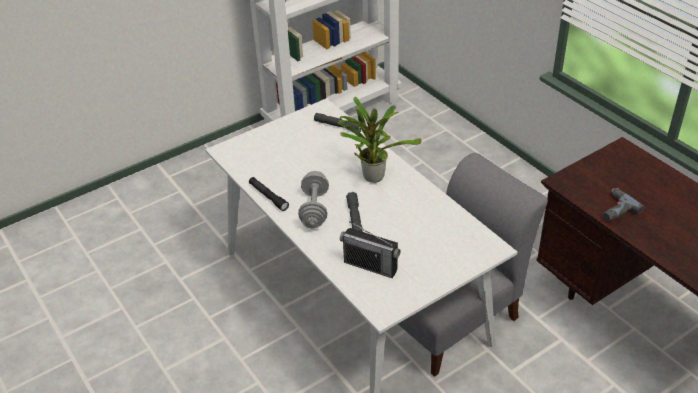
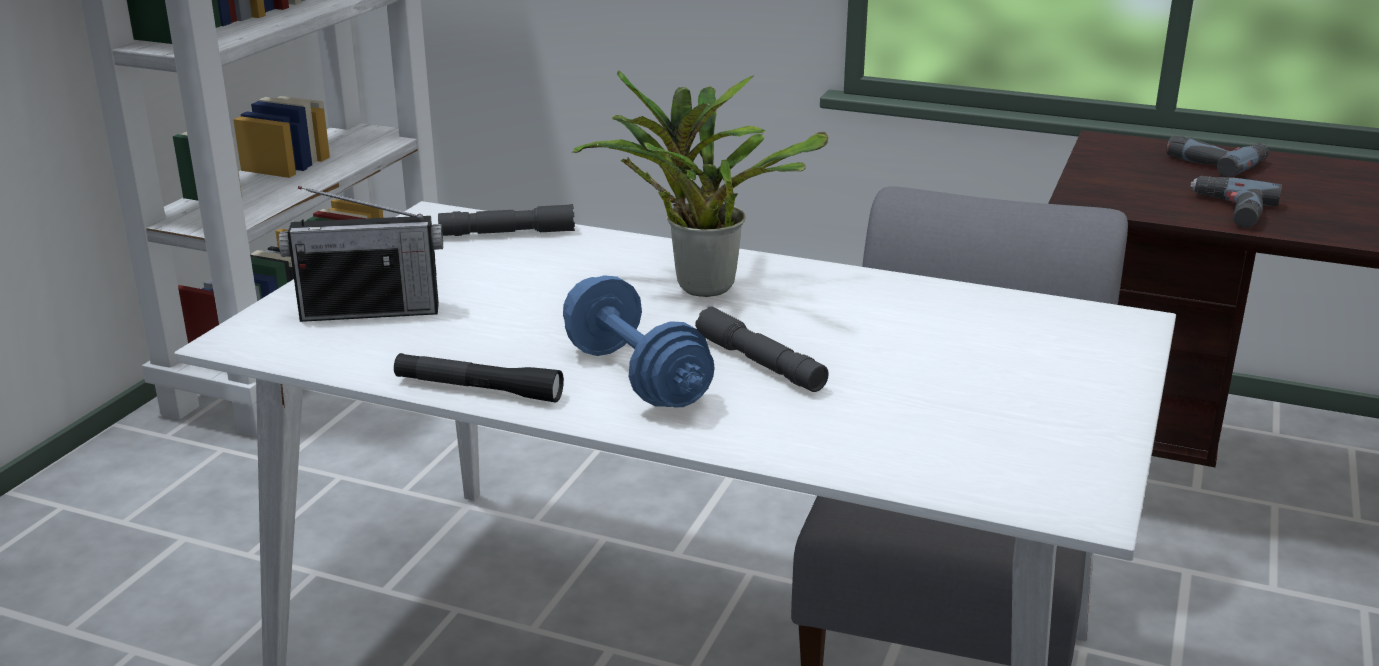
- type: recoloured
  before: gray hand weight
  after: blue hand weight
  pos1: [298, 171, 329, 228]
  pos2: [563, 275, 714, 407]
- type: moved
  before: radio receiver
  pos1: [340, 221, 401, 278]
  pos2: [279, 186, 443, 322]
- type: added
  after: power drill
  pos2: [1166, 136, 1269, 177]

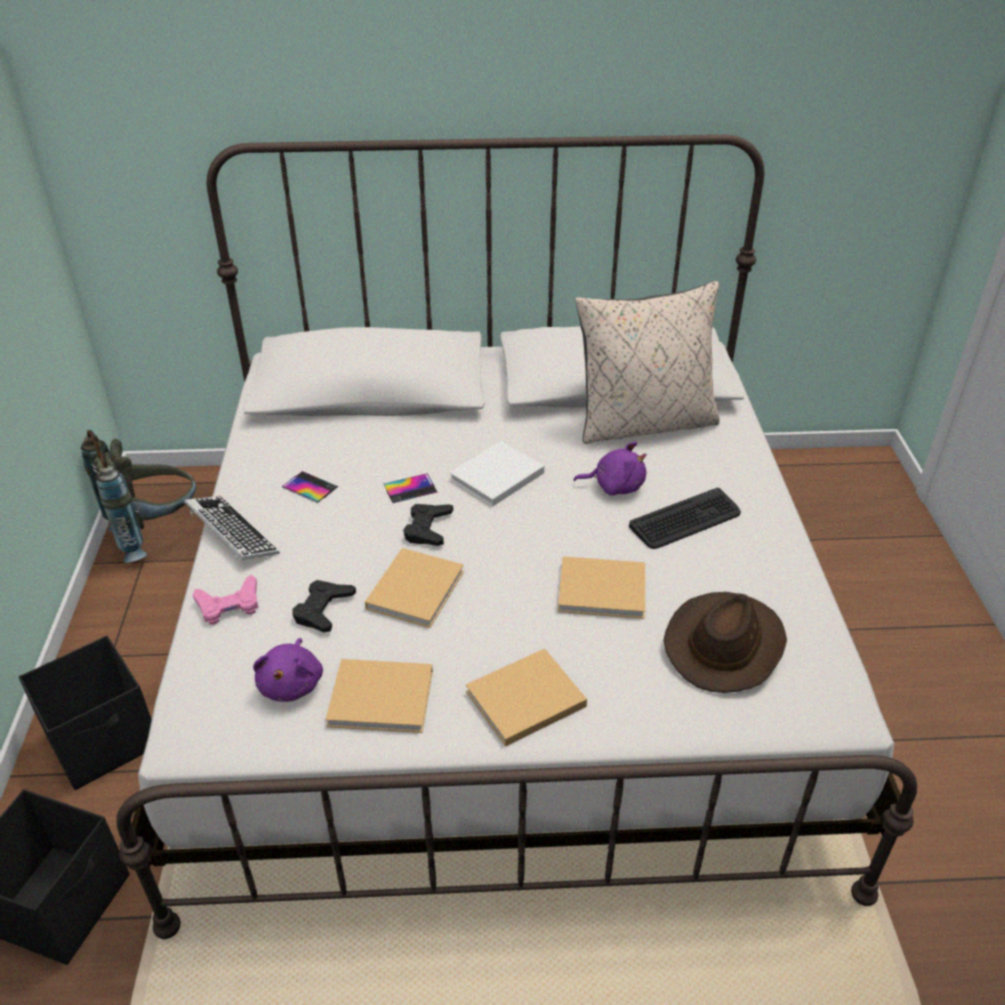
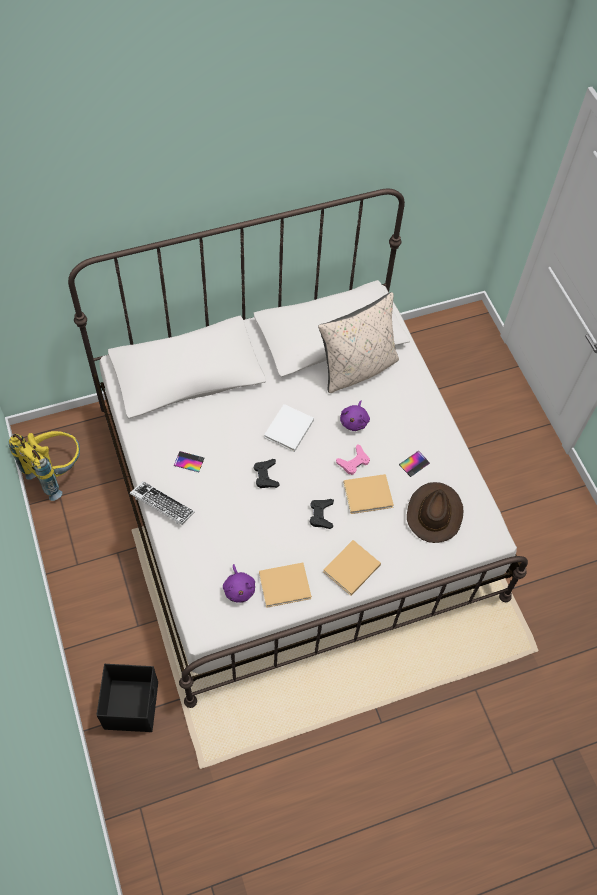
- type: recoloured
  before: gray knapsack
  after: yellow-coloured knapsack
  pos1: [81, 430, 196, 563]
  pos2: [9, 431, 80, 501]
- type: turned
  before: purple-coloured plush toy
  pos1: [573, 442, 647, 496]
  pos2: [340, 401, 370, 431]
  turn: 120
- type: moved
  before: phone
  pos1: [384, 473, 437, 503]
  pos2: [399, 451, 430, 477]
- type: removed
  before: keyboard
  pos1: [629, 488, 741, 549]
- type: removed
  before: sand-coloured volume
  pos1: [365, 548, 464, 628]
- type: moved
  before: pinkish joypad
  pos1: [193, 574, 259, 625]
  pos2: [336, 444, 370, 475]
- type: moved
  before: black joypad
  pos1: [292, 580, 356, 632]
  pos2: [310, 499, 334, 529]
- type: removed
  before: black storage box
  pos1: [19, 635, 152, 790]

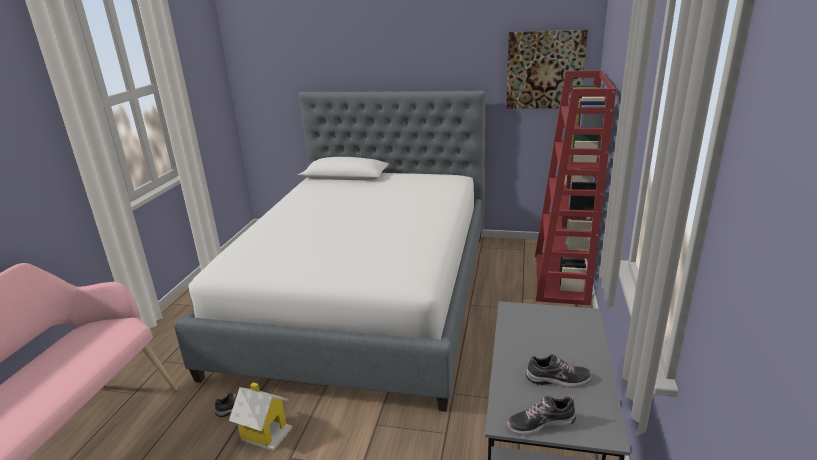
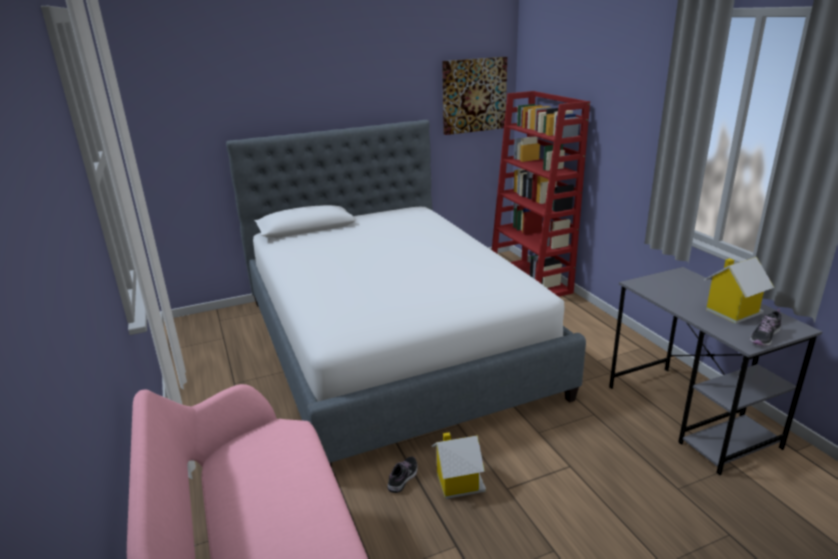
- type: replaced
  before: item of footwear
  after: model house
  pos1: [526, 354, 591, 388]
  pos2: [703, 257, 774, 324]

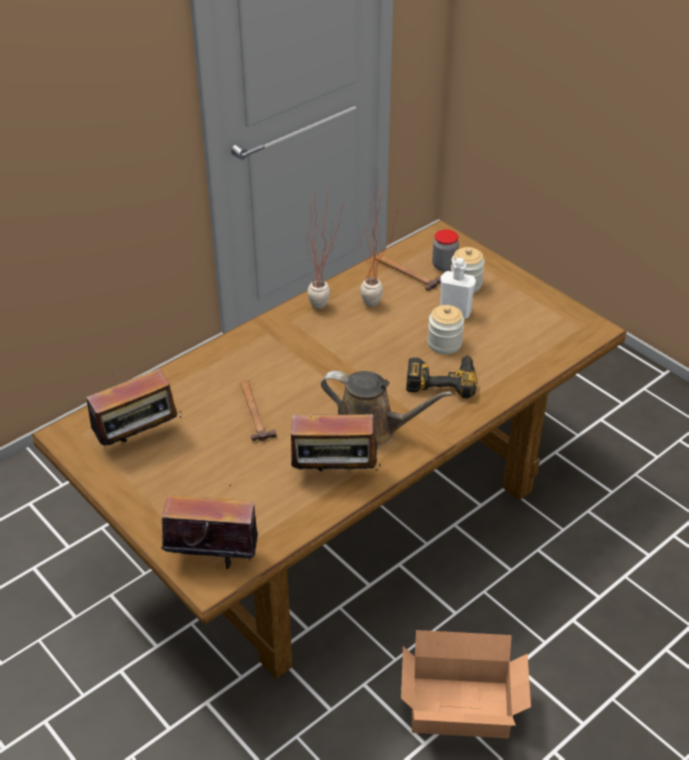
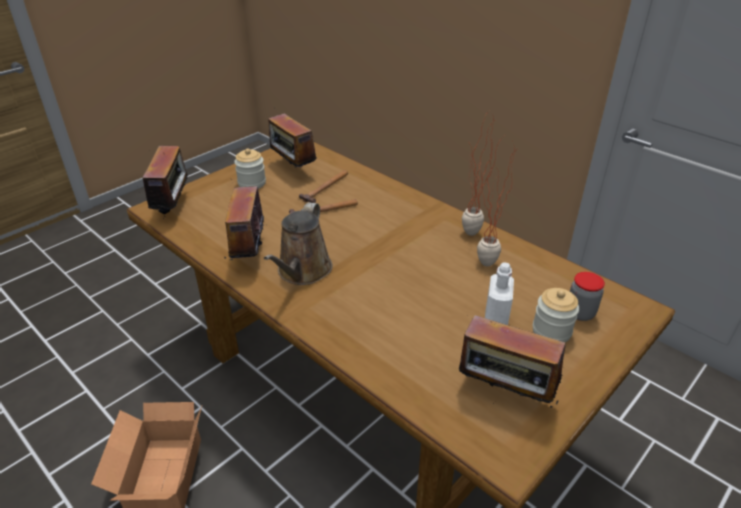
- type: moved
  before: hand hammer
  pos1: [375, 254, 441, 290]
  pos2: [299, 170, 348, 203]
- type: moved
  before: preserve jar
  pos1: [428, 305, 464, 354]
  pos2: [234, 149, 266, 189]
- type: removed
  before: power drill
  pos1: [406, 355, 477, 398]
- type: added
  after: radio receiver
  pos2: [458, 315, 566, 408]

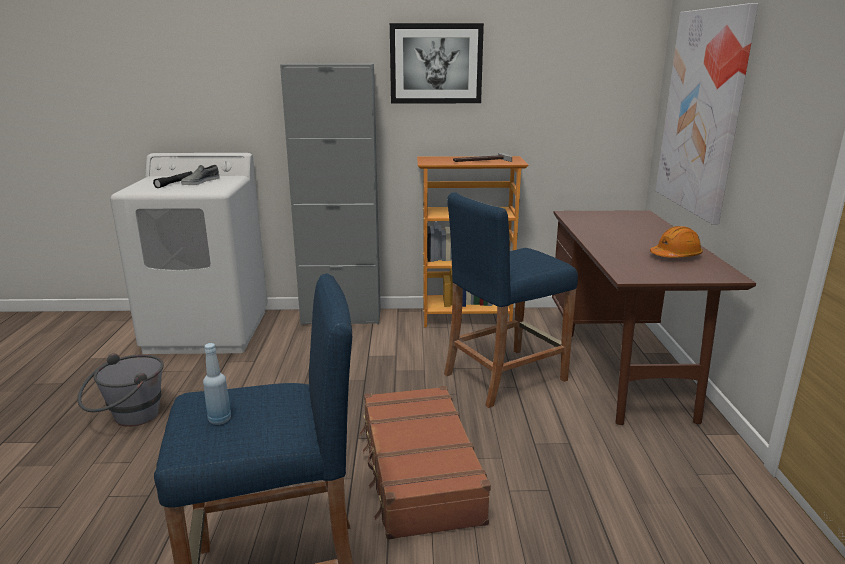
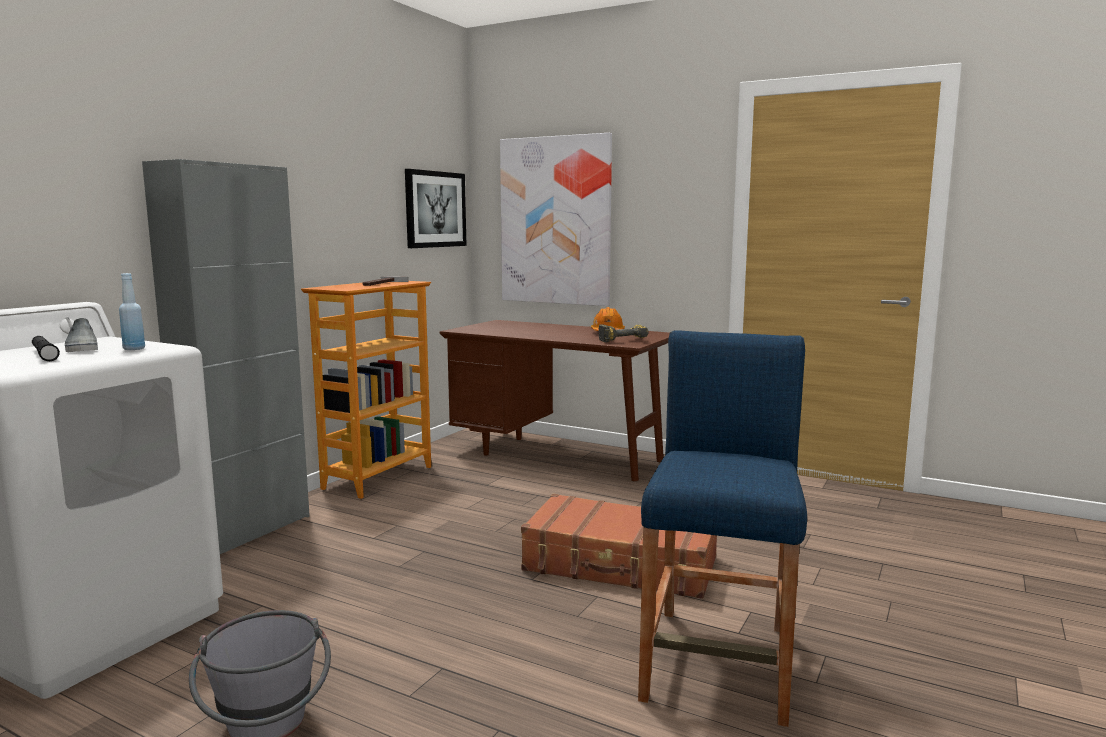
- type: moved
  before: wall art
  pos1: [390, 23, 484, 103]
  pos2: [405, 169, 466, 248]
- type: removed
  before: blue sitting stool
  pos1: [444, 192, 578, 408]
- type: moved
  before: blue beverage bottle
  pos1: [203, 343, 231, 425]
  pos2: [119, 273, 145, 350]
- type: added
  after: power drill
  pos2: [598, 324, 649, 342]

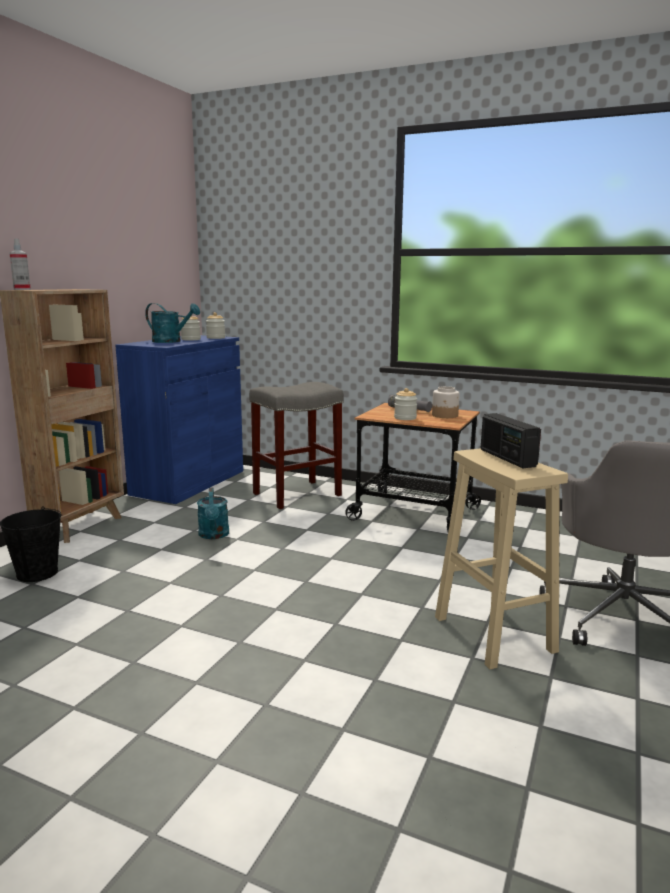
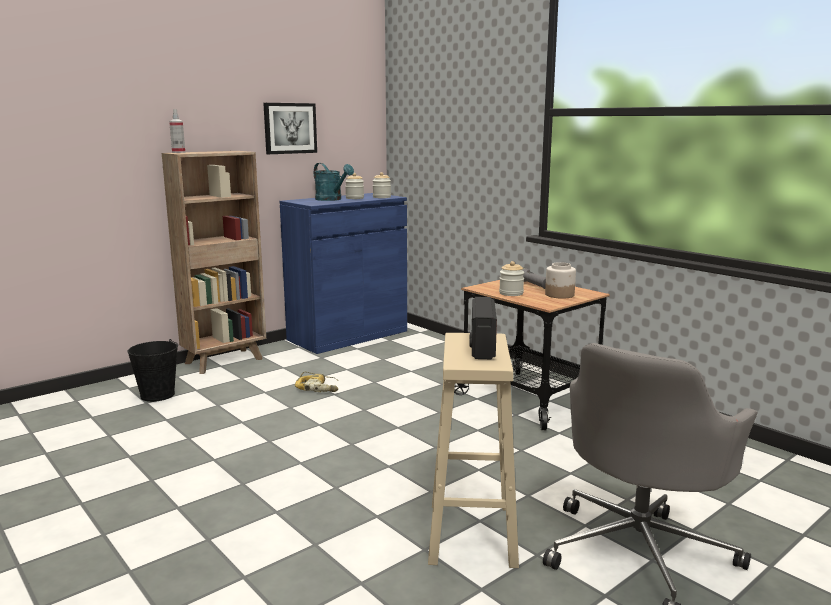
- type: removed
  before: gray sitting stool
  pos1: [249, 382, 344, 509]
- type: replaced
  before: turquoise-coloured watering can
  after: power drill
  pos1: [197, 488, 229, 539]
  pos2: [295, 372, 338, 392]
- type: added
  after: wall art
  pos2: [263, 103, 317, 154]

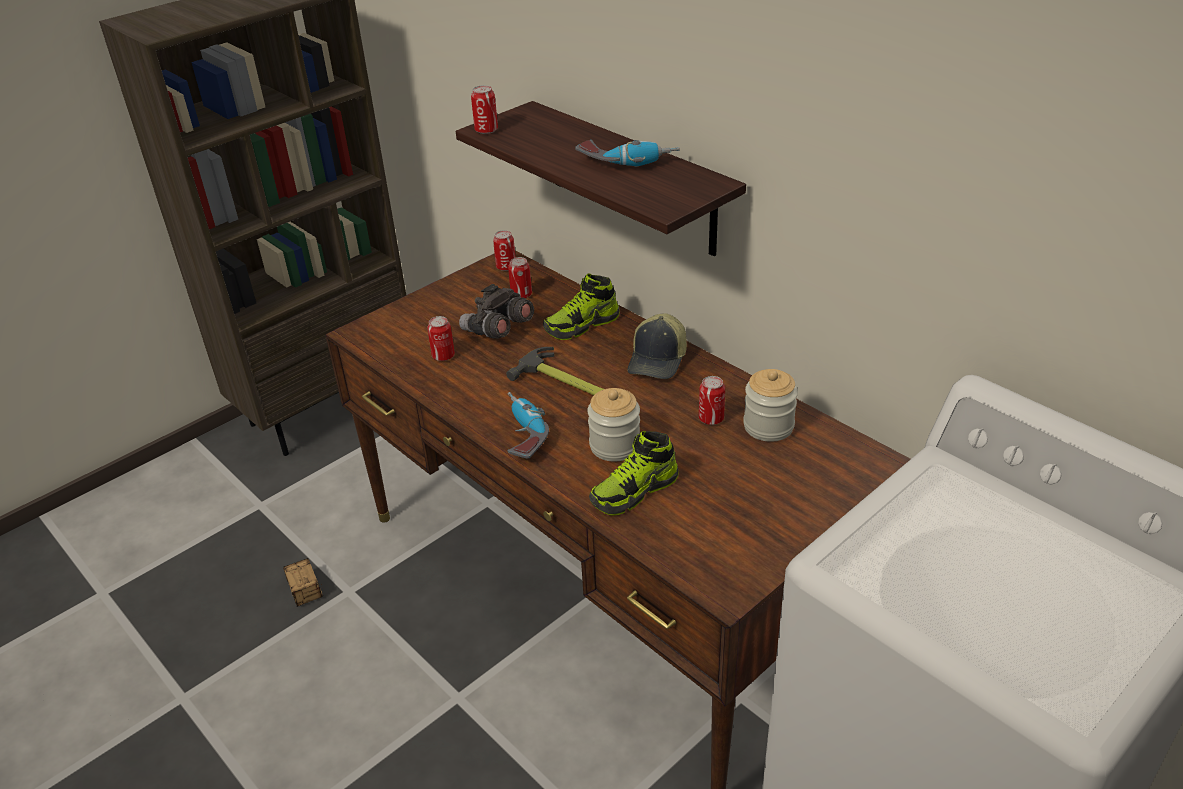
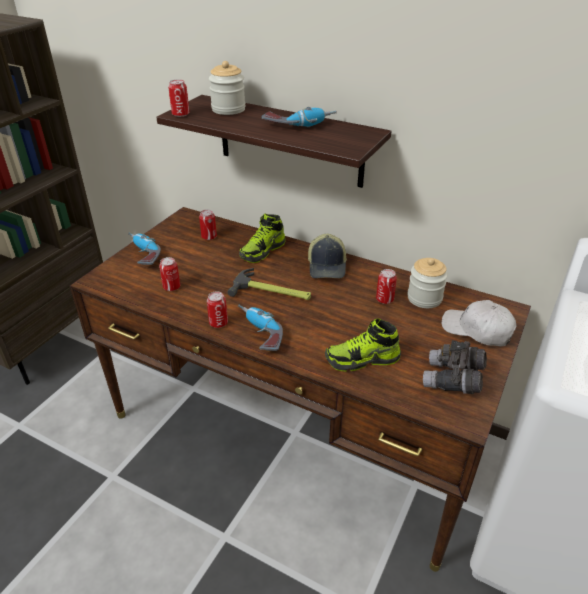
- type: moved
  before: sealed can
  pos1: [493, 230, 515, 271]
  pos2: [207, 291, 228, 328]
- type: moved
  before: gray field glasses
  pos1: [459, 284, 534, 339]
  pos2: [423, 340, 487, 394]
- type: moved
  before: preserve jar
  pos1: [587, 388, 640, 462]
  pos2: [209, 61, 246, 115]
- type: turned
  before: item of footwear
  pos1: [589, 431, 679, 516]
  pos2: [325, 318, 401, 371]
  turn: 45
- type: removed
  before: storage box
  pos1: [283, 558, 323, 607]
- type: added
  after: power drill
  pos2: [128, 233, 161, 265]
- type: added
  after: whitish cap
  pos2: [442, 300, 517, 347]

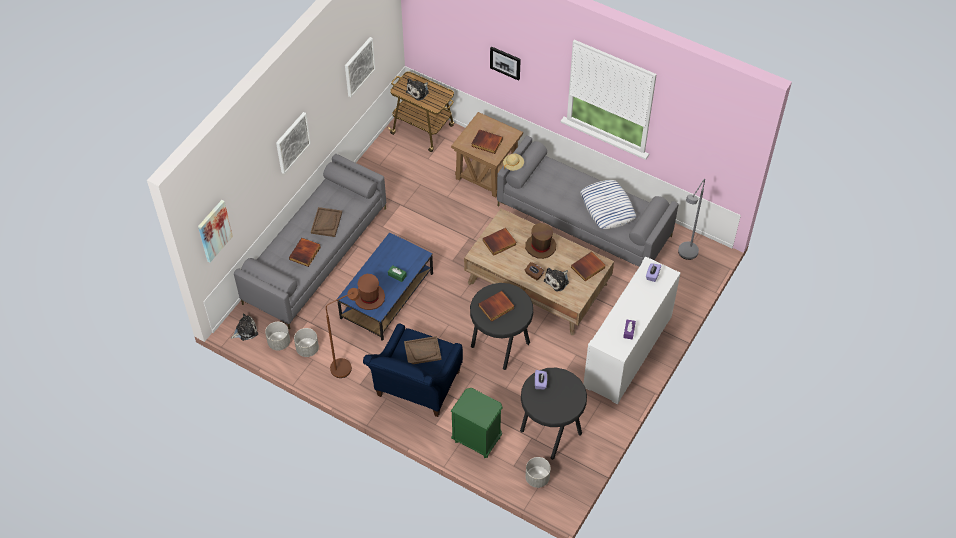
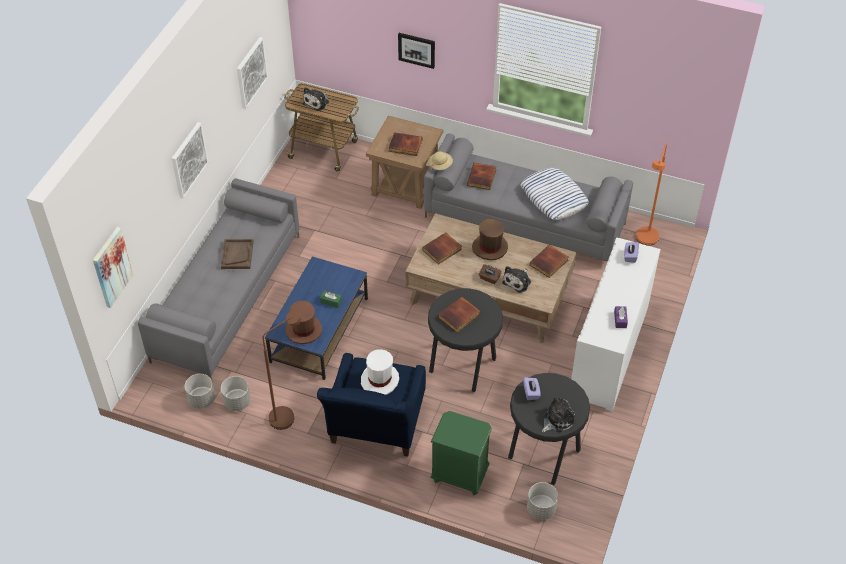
- type: recoloured
  before: gray standing lamp
  after: orange standing lamp
  pos1: [678, 179, 705, 260]
  pos2: [636, 142, 667, 245]
- type: moved
  before: volume
  pos1: [289, 238, 321, 267]
  pos2: [467, 163, 496, 190]
- type: moved
  before: plush toy
  pos1: [231, 313, 258, 341]
  pos2: [542, 396, 576, 432]
- type: replaced
  before: brownish tray
  after: whitish wearable hat
  pos1: [404, 336, 442, 364]
  pos2: [361, 349, 399, 395]

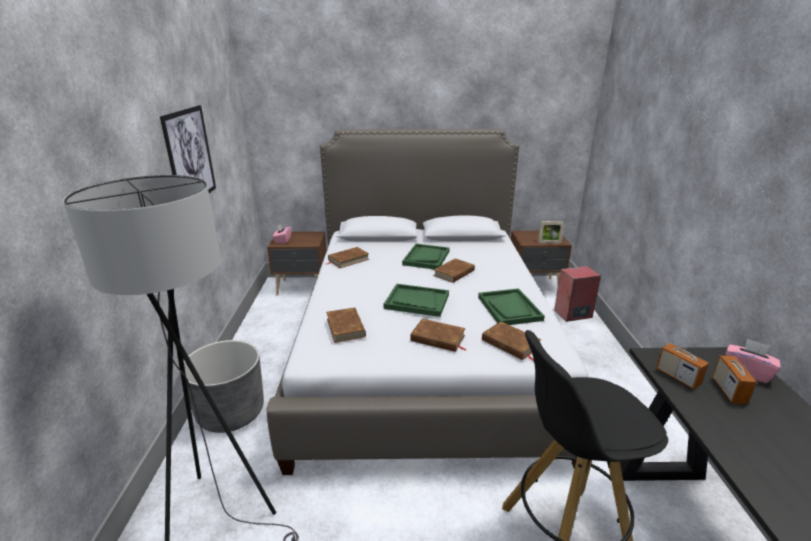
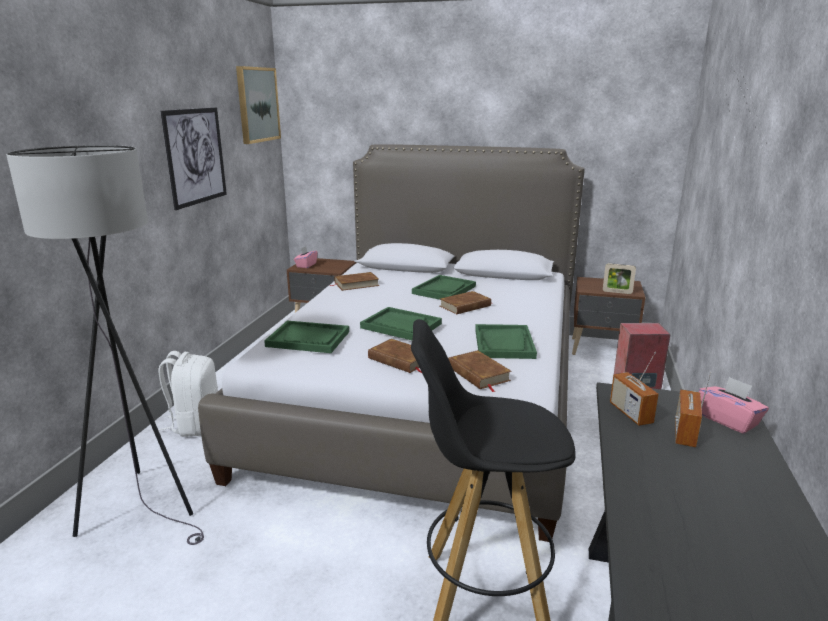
- type: replaced
  before: brownish volume
  after: green tray
  pos1: [326, 307, 366, 343]
  pos2: [264, 321, 349, 353]
- type: replaced
  before: gray planter
  after: whitish knapsack
  pos1: [180, 340, 264, 433]
  pos2: [158, 351, 218, 437]
- type: added
  after: wall art
  pos2: [236, 66, 281, 144]

